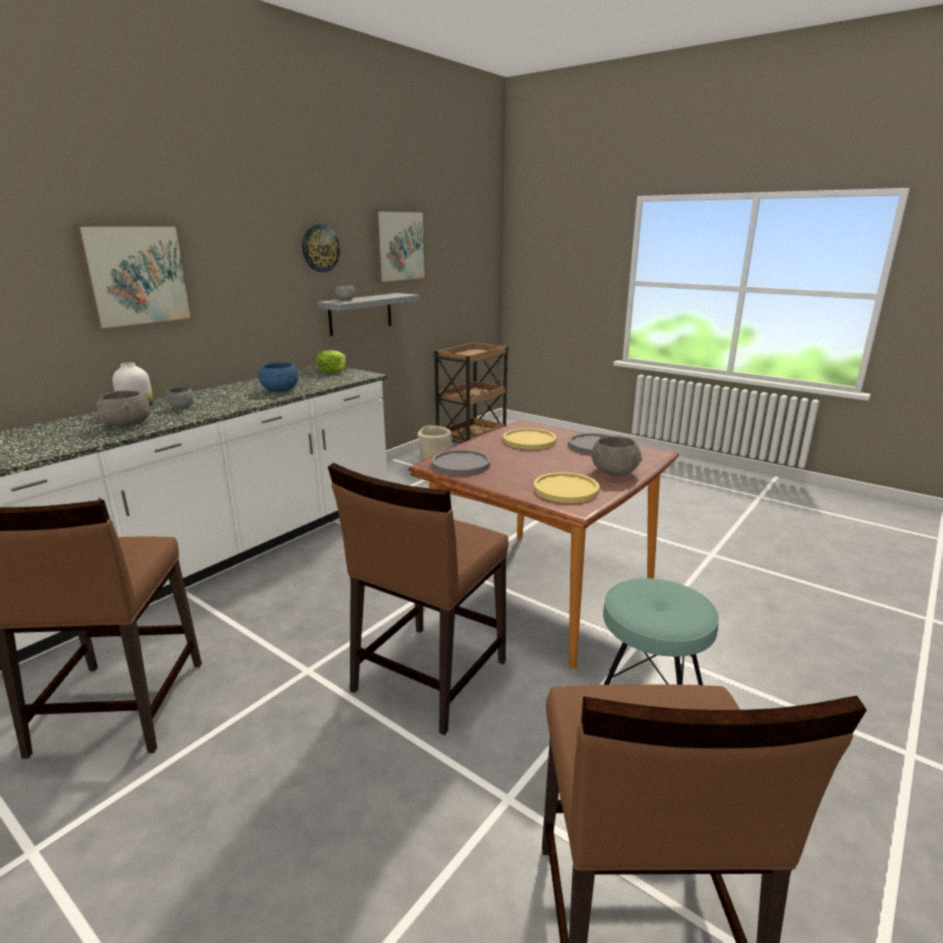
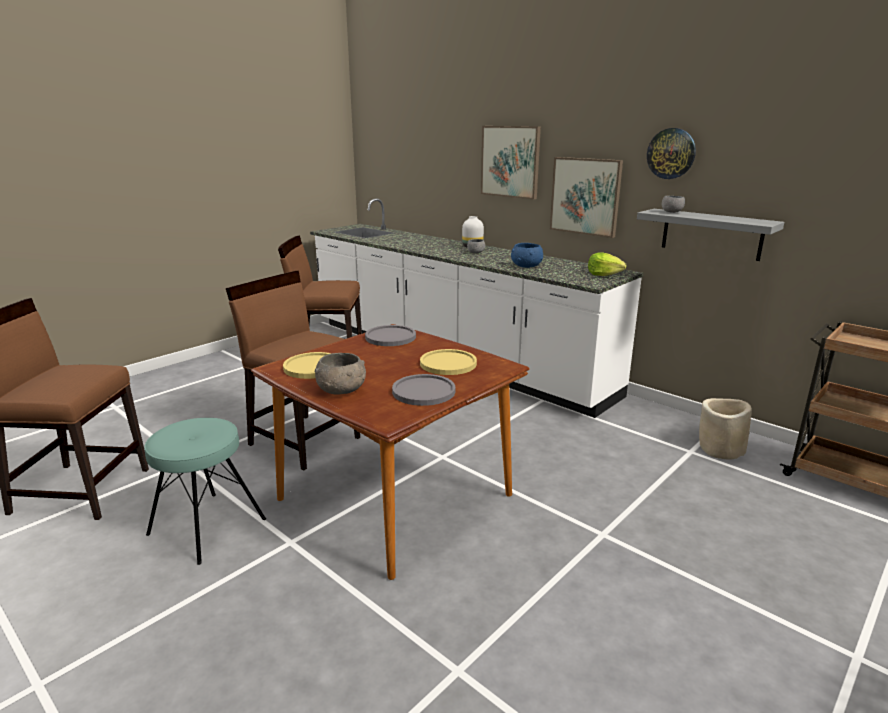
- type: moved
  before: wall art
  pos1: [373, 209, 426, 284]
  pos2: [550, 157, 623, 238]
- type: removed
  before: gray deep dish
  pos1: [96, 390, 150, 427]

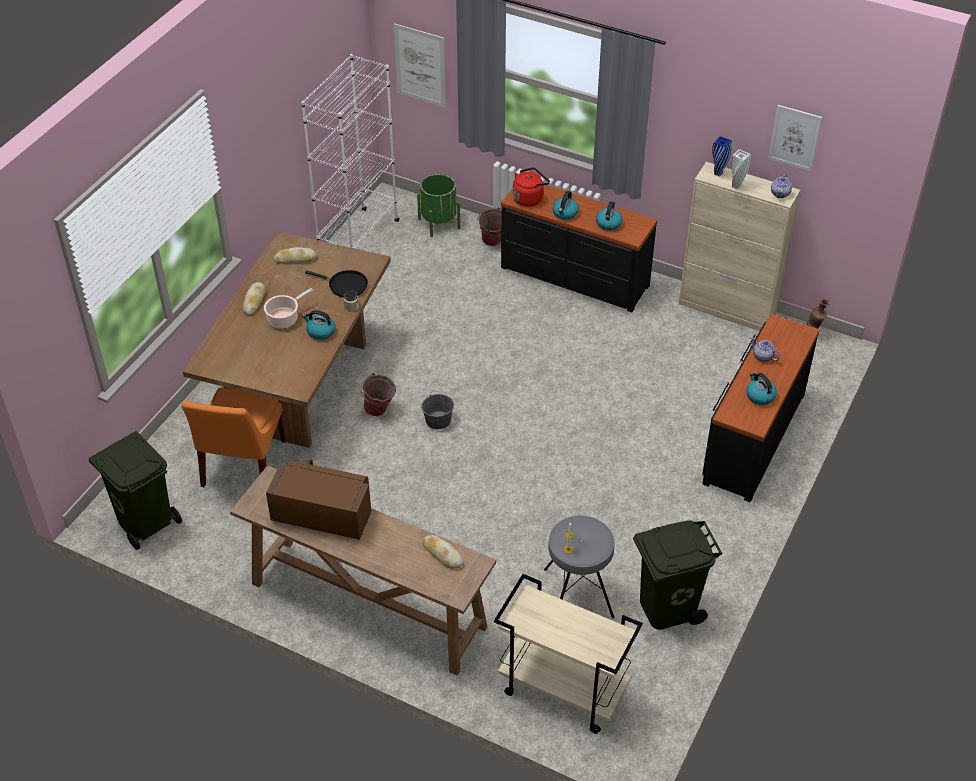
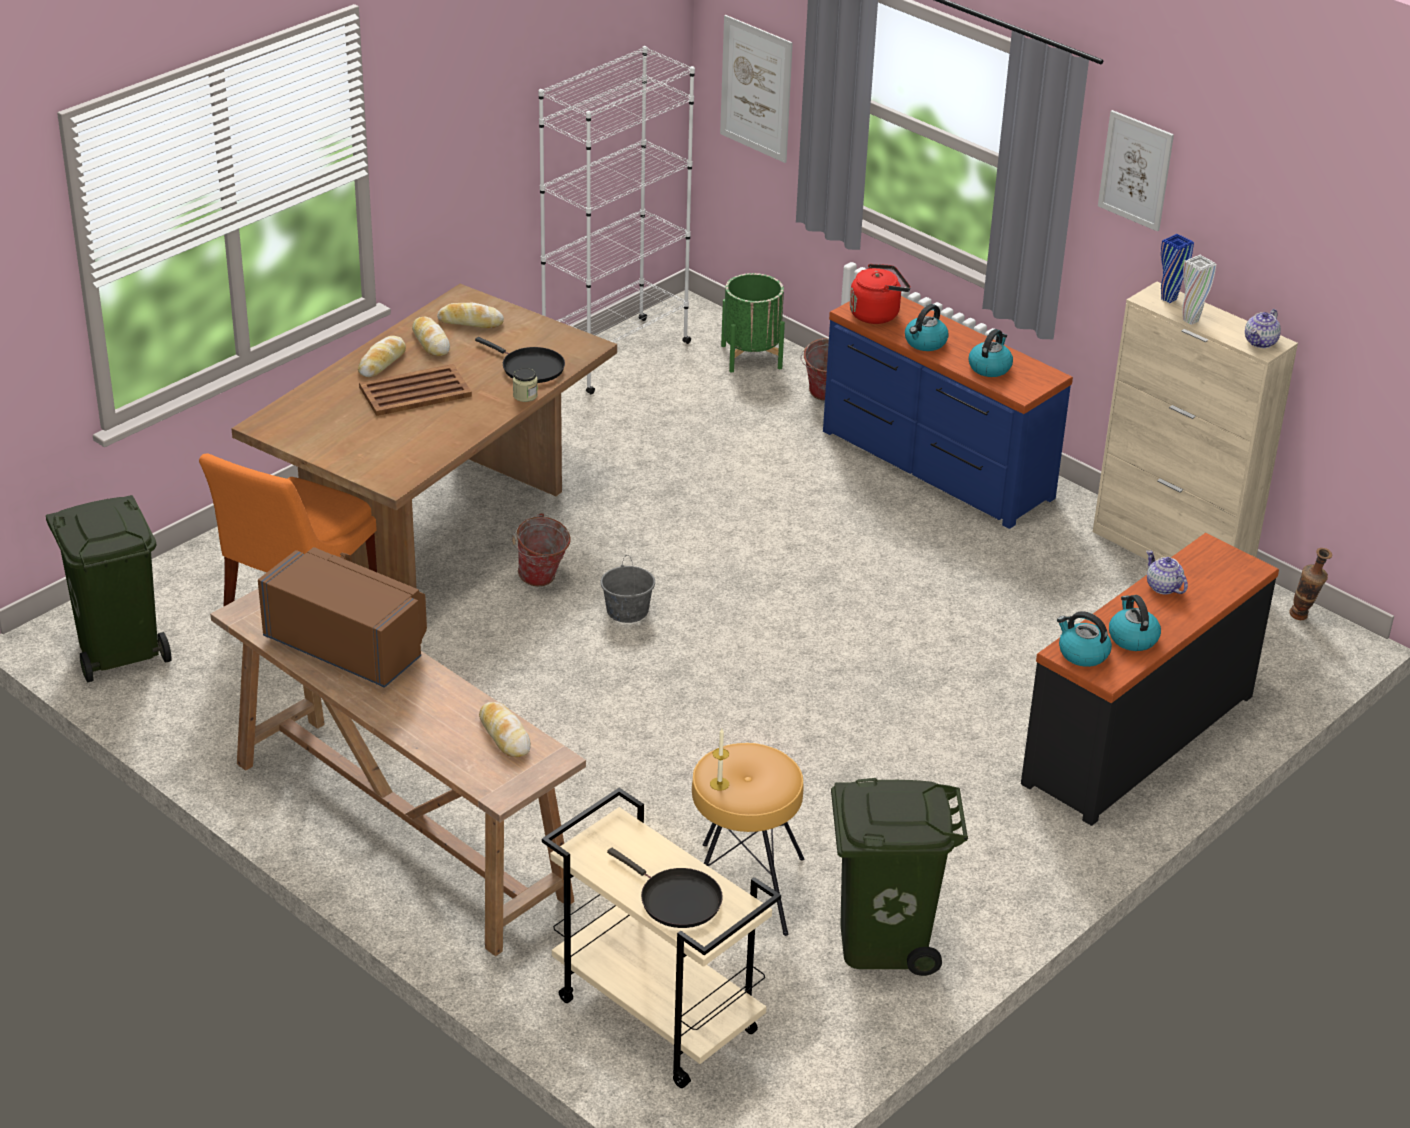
- type: moved
  before: wall art
  pos1: [768, 105, 822, 172]
  pos2: [1098, 110, 1174, 232]
- type: recoloured
  before: black drawer chest
  after: blue drawer chest
  pos1: [501, 185, 658, 312]
  pos2: [823, 296, 1073, 529]
- type: replaced
  before: saucepot
  after: brownish tray
  pos1: [264, 288, 313, 328]
  pos2: [359, 364, 472, 416]
- type: moved
  before: water kettle
  pos1: [302, 310, 335, 340]
  pos2: [1057, 611, 1112, 667]
- type: recoloured
  before: gray sitting stool
  after: brownish sitting stool
  pos1: [544, 515, 614, 618]
  pos2: [692, 743, 804, 936]
- type: added
  after: bakery bread
  pos2: [412, 317, 450, 356]
- type: added
  after: black frying pan
  pos2: [607, 848, 723, 928]

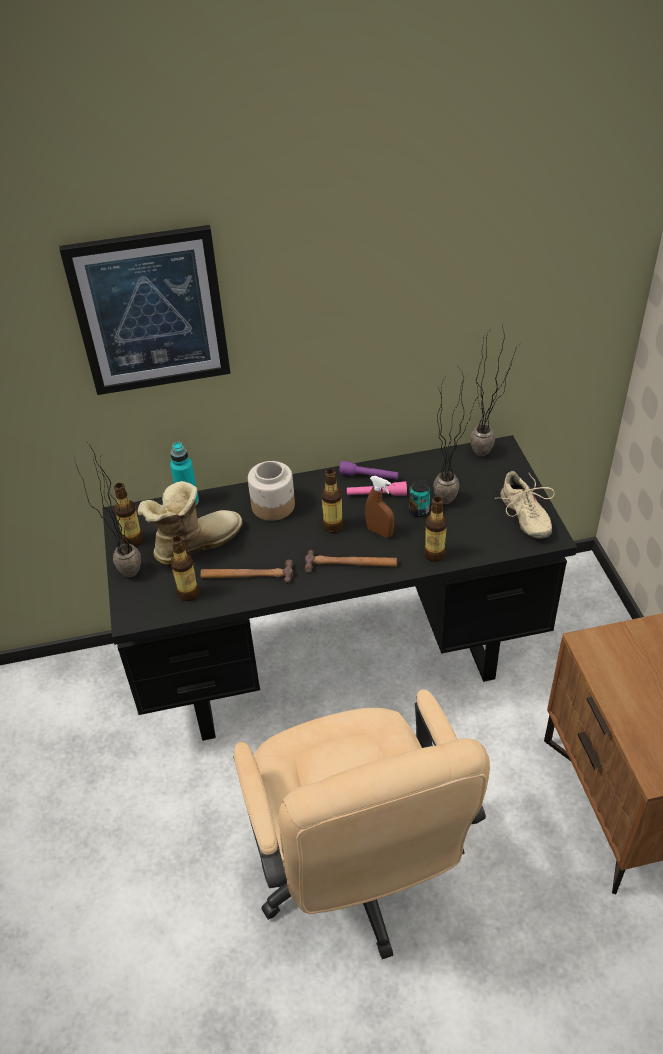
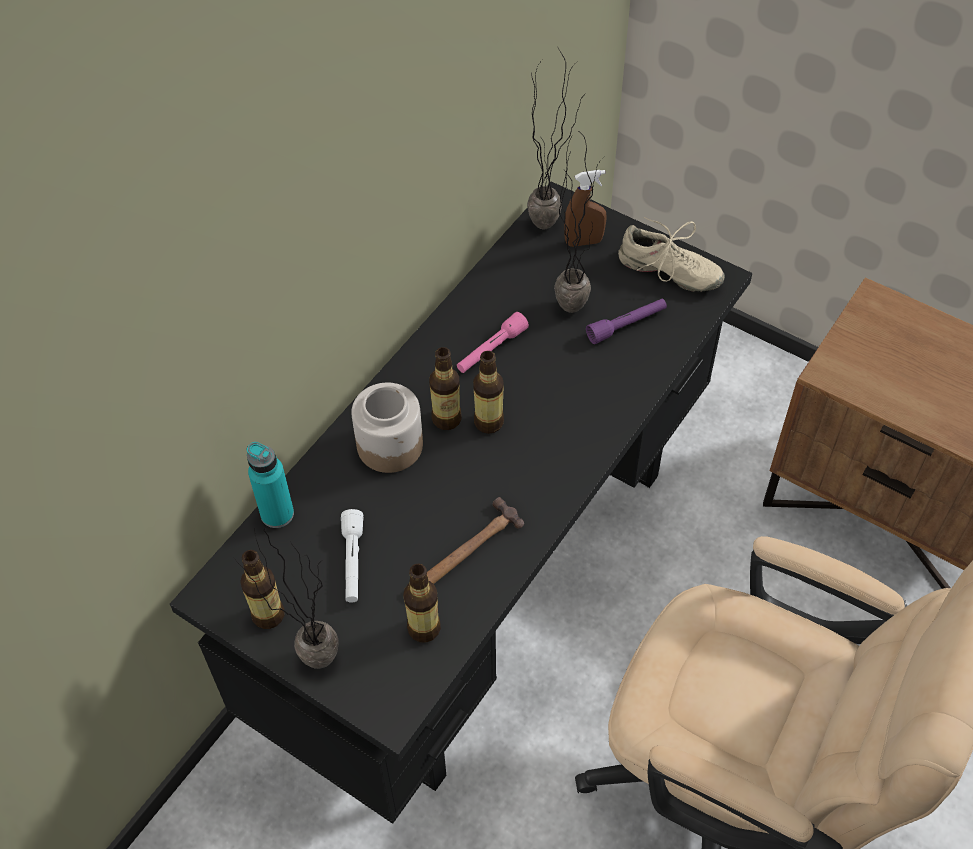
- type: removed
  before: wall art
  pos1: [59, 225, 231, 395]
- type: moved
  before: purple-coloured hand torch
  pos1: [339, 461, 399, 480]
  pos2: [586, 298, 667, 344]
- type: moved
  before: brownish hand sprayer
  pos1: [365, 476, 394, 538]
  pos2: [564, 170, 607, 247]
- type: removed
  before: sealed can
  pos1: [409, 480, 430, 517]
- type: replaced
  before: boot
  after: whitish hand torch
  pos1: [138, 481, 243, 565]
  pos2: [341, 509, 364, 602]
- type: moved
  before: beverage bottle
  pos1: [424, 497, 447, 562]
  pos2: [429, 347, 462, 430]
- type: removed
  before: hand hammer
  pos1: [304, 550, 397, 572]

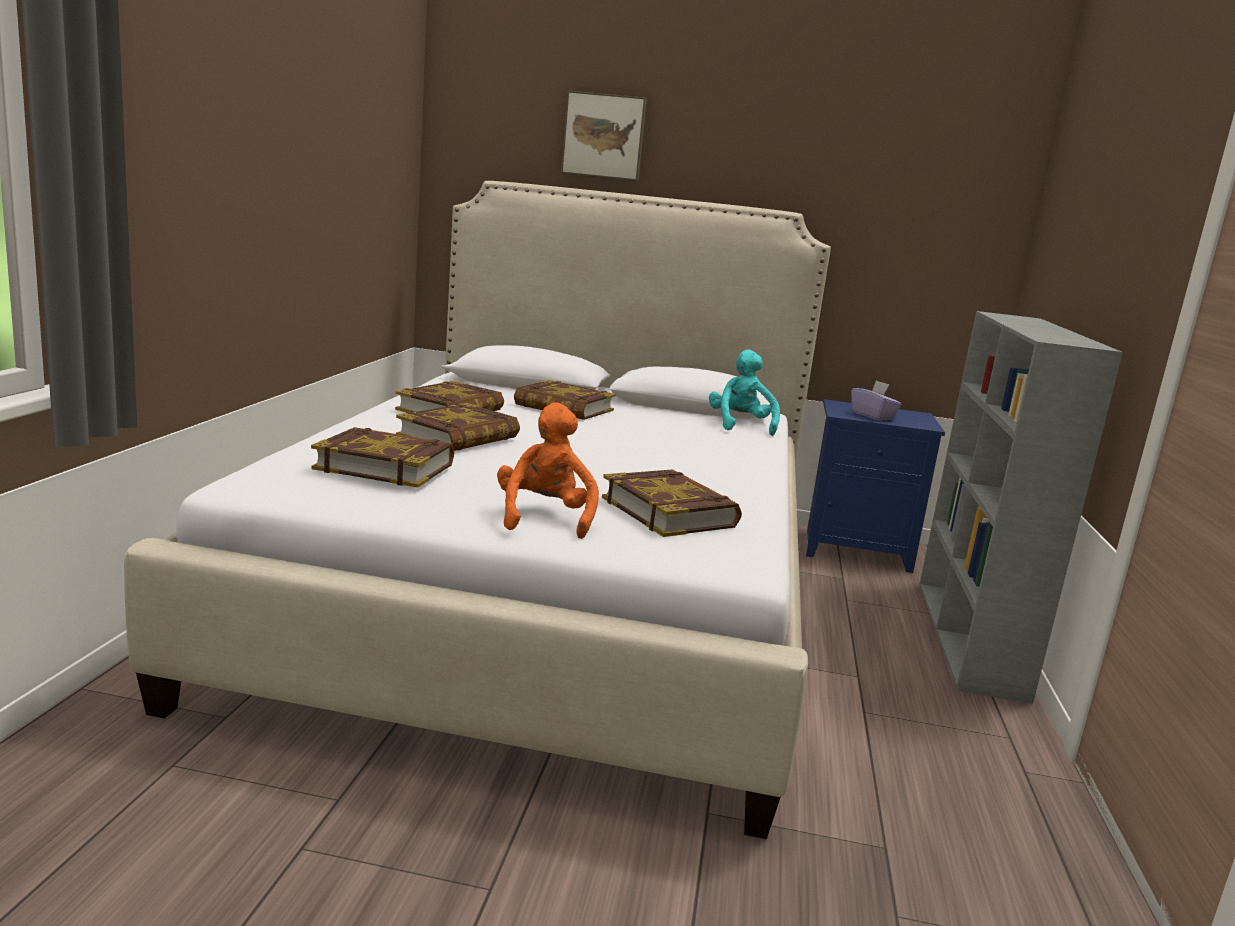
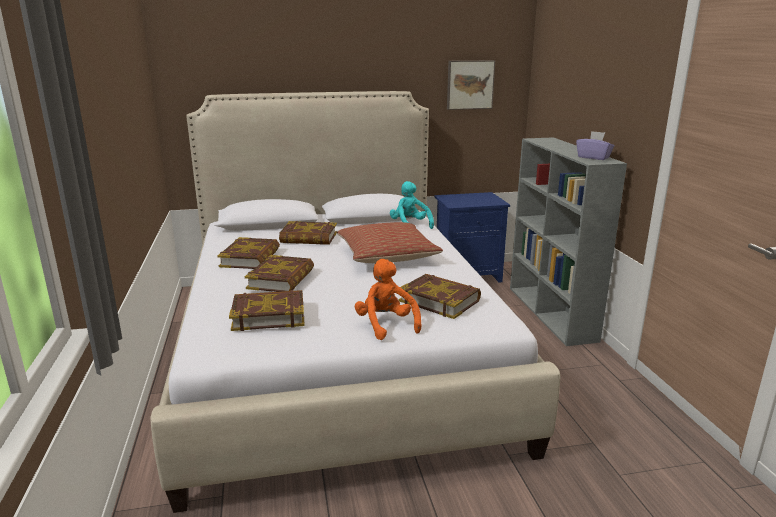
- type: moved
  before: wall art
  pos1: [561, 91, 647, 181]
  pos2: [447, 60, 495, 110]
- type: moved
  before: purple-coloured tissue box
  pos1: [851, 380, 902, 421]
  pos2: [576, 131, 615, 160]
- type: added
  after: pillow
  pos2: [337, 222, 443, 263]

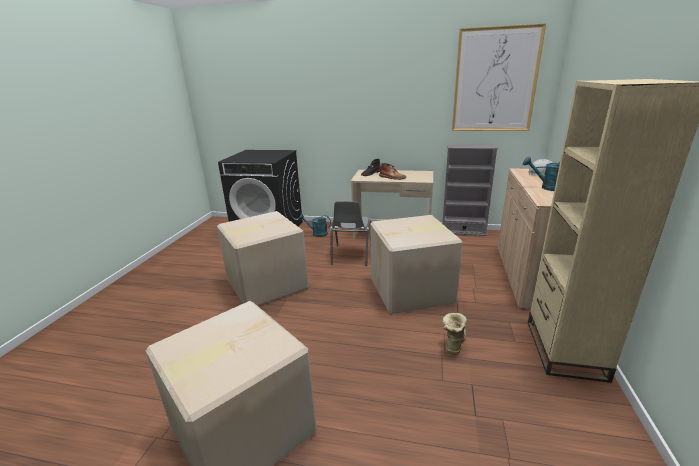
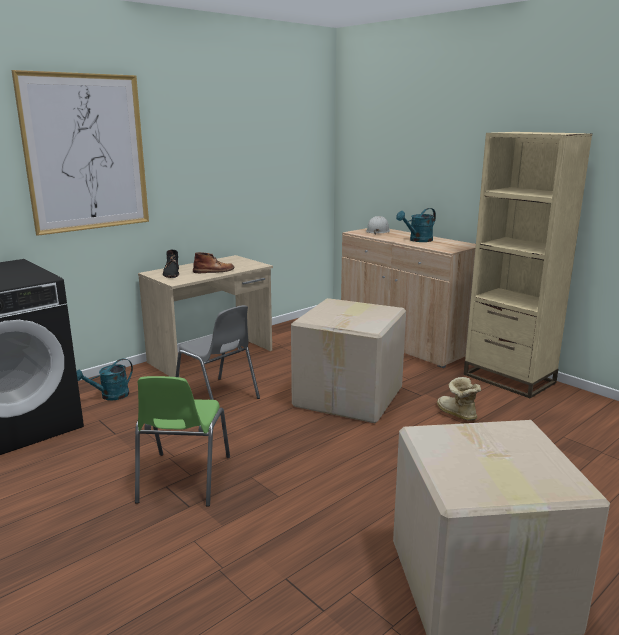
- type: moved
  before: wall art
  pos1: [452, 23, 546, 131]
  pos2: [12, 70, 149, 236]
- type: removed
  before: gray bookshelf
  pos1: [442, 145, 498, 236]
- type: replaced
  before: carton
  after: green plain chair
  pos1: [217, 211, 309, 306]
  pos2: [135, 376, 230, 507]

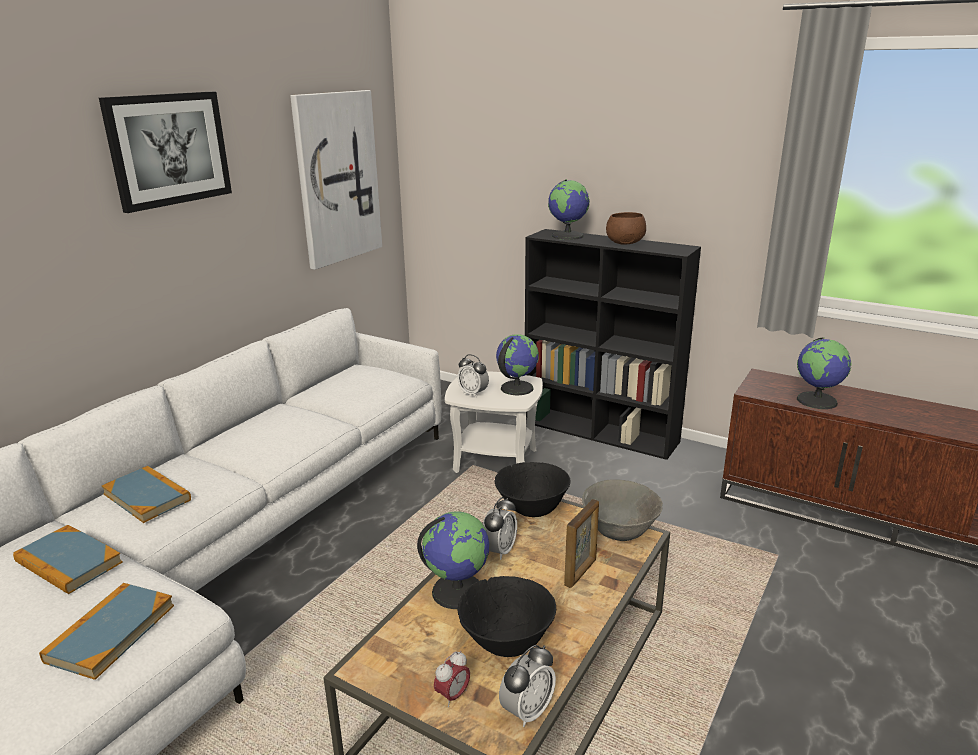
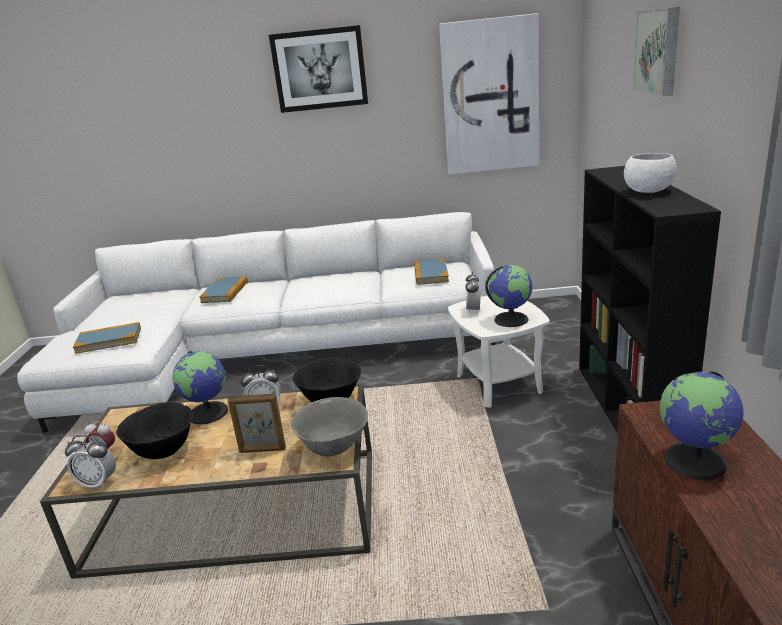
- type: removed
  before: desk globe
  pos1: [548, 179, 590, 240]
- type: recoloured
  before: brownish deep dish
  after: whitish deep dish
  pos1: [606, 212, 646, 245]
  pos2: [624, 153, 677, 193]
- type: moved
  before: volume
  pos1: [13, 525, 123, 594]
  pos2: [414, 258, 449, 285]
- type: added
  after: wall art
  pos2: [633, 7, 680, 96]

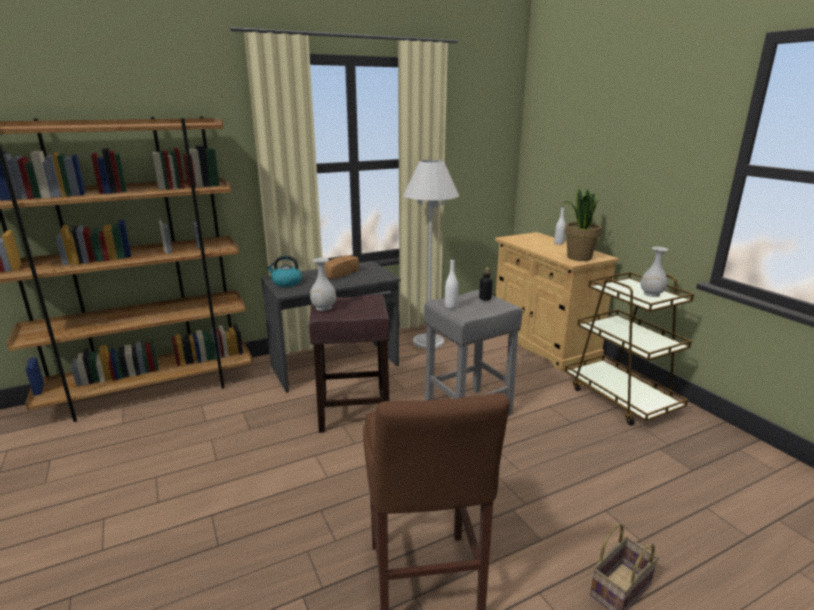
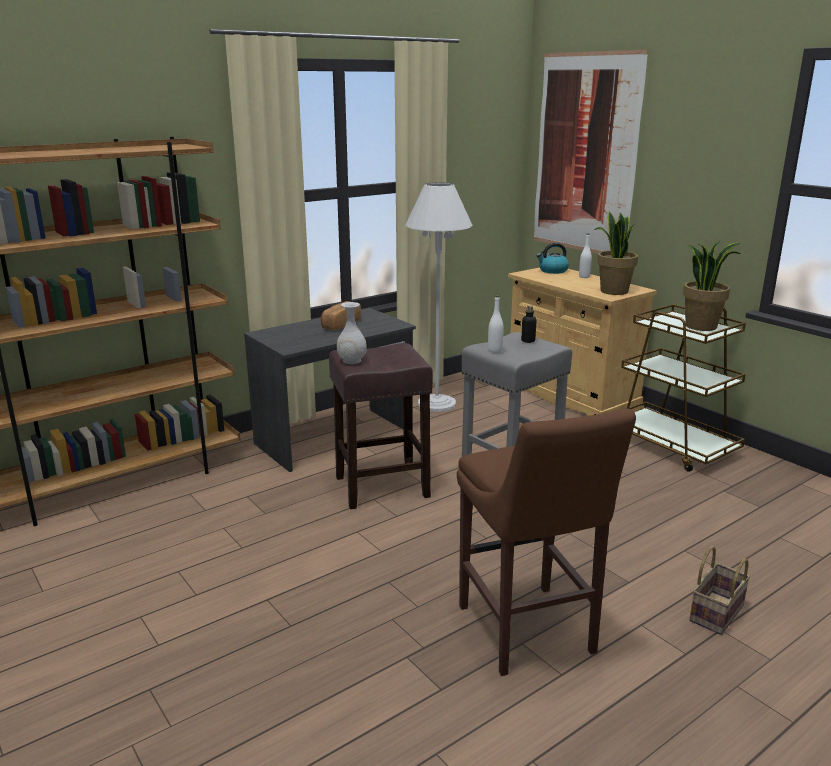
- type: replaced
  before: whitish vase
  after: plant in a pot
  pos1: [640, 247, 669, 297]
  pos2: [683, 241, 741, 331]
- type: moved
  before: water kettle
  pos1: [266, 255, 302, 287]
  pos2: [536, 243, 569, 274]
- type: added
  after: wall art
  pos2: [534, 49, 649, 254]

